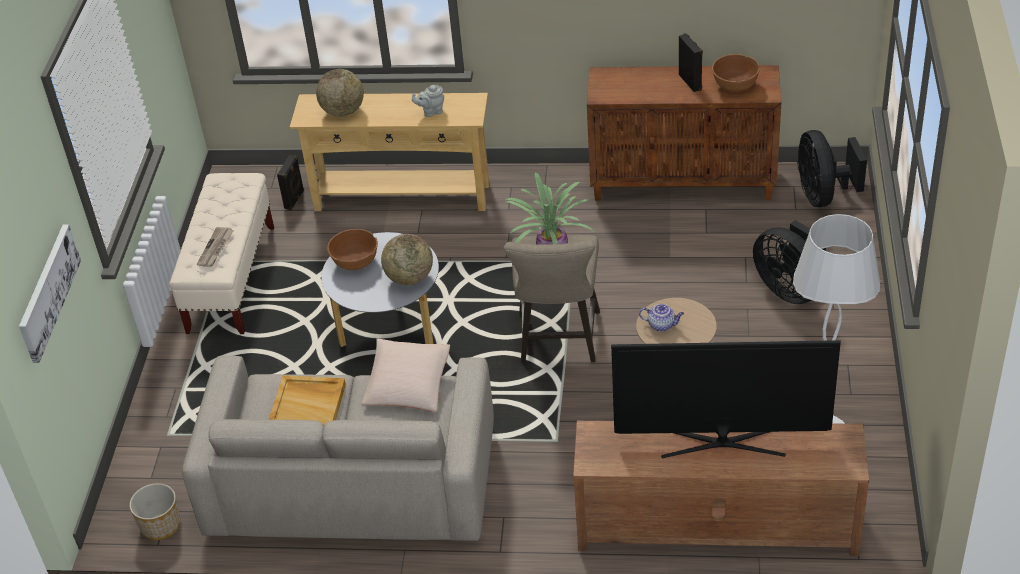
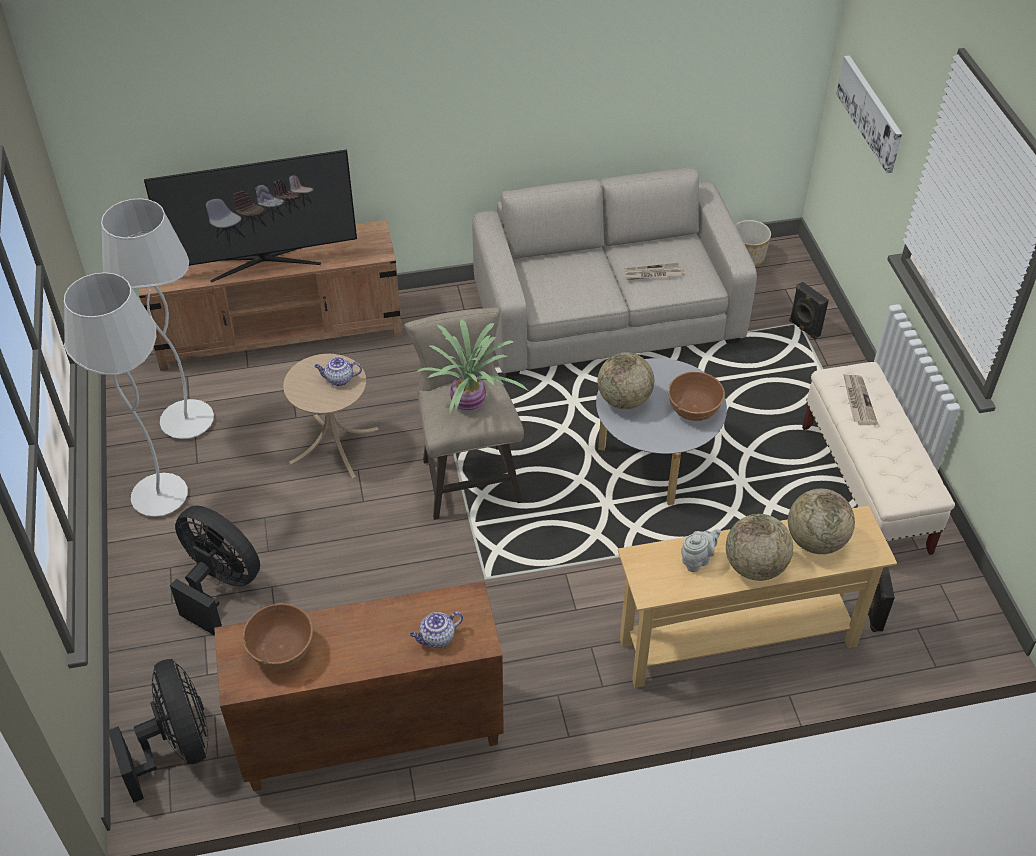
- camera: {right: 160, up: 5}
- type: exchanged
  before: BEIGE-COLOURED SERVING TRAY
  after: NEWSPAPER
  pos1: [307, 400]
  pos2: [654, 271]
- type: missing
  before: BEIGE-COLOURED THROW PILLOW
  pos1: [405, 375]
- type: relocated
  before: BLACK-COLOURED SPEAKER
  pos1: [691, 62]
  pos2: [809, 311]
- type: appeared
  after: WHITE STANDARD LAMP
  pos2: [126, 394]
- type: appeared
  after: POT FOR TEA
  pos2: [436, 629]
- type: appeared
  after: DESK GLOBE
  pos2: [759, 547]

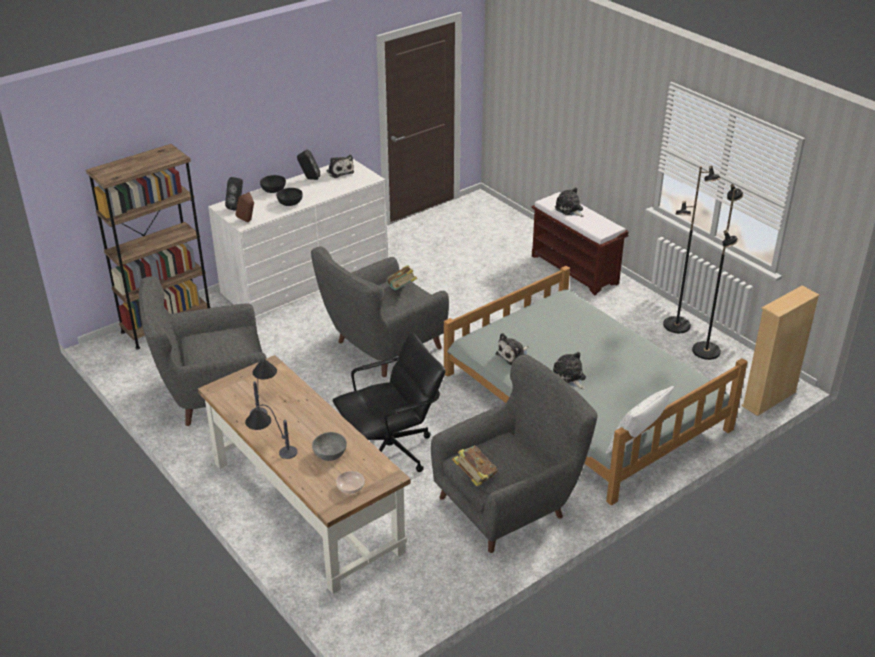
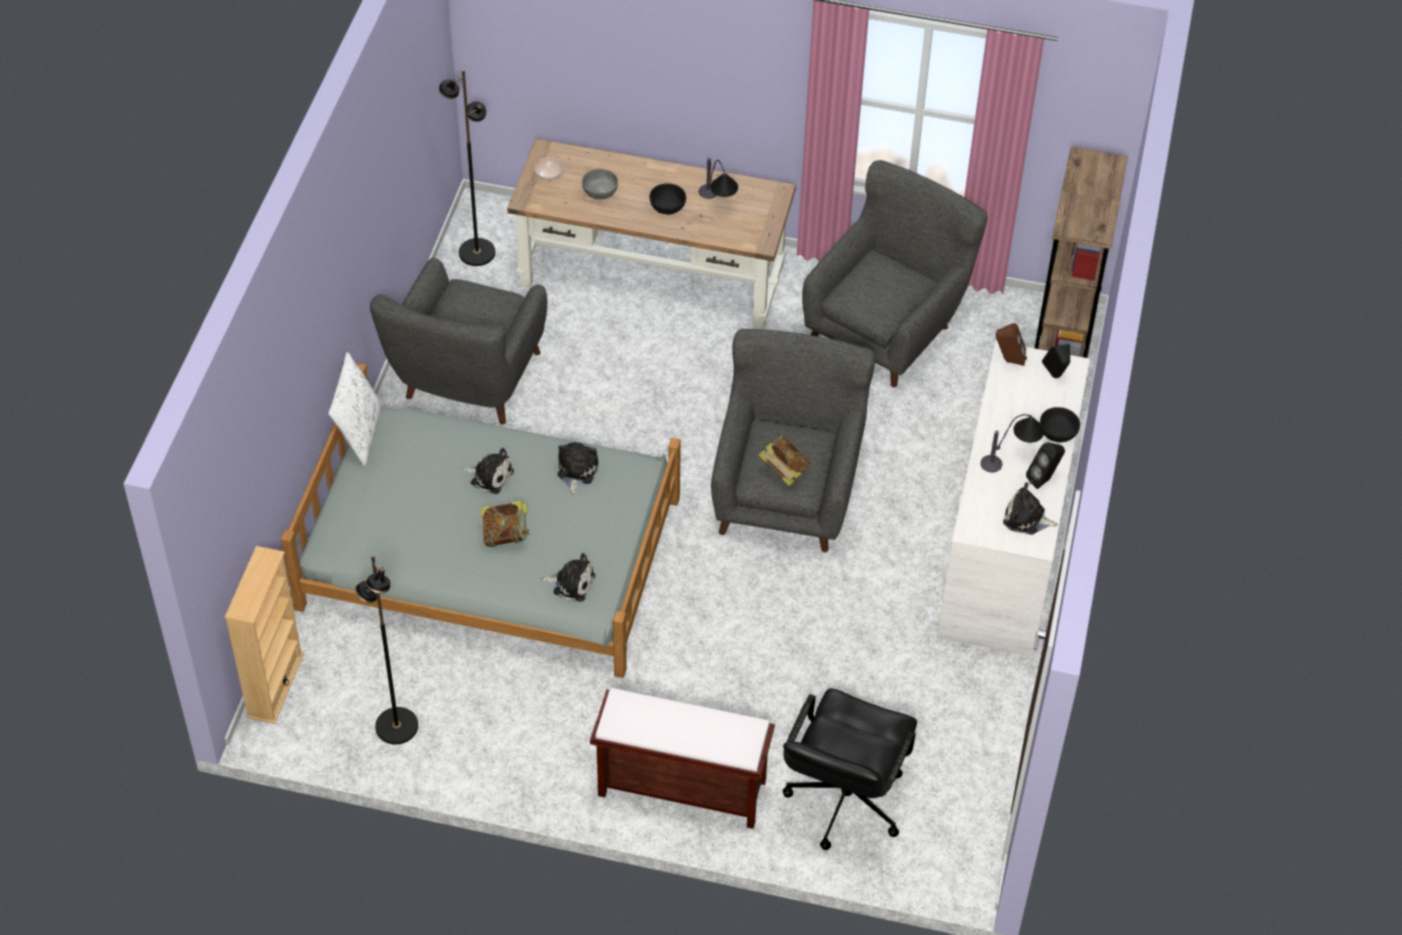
- camera: {right: 140, up: 15}
- type: relocated
  before: TABLE LAMP
  pos1: [271, 431]
  pos2: [1012, 443]
- type: relocated
  before: BLACK-COLOURED DEEP DISH
  pos1: [289, 197]
  pos2: [668, 199]
- type: relocated
  before: BLACK-COLOURED OFFICE CHAIR
  pos1: [389, 402]
  pos2: [850, 769]
- type: relocated
  before: VOLUME
  pos1: [475, 465]
  pos2: [505, 523]
- type: relocated
  before: SOFT TOY
  pos1: [569, 202]
  pos2: [568, 577]
- type: relocated
  before: BLACK-COLOURED STANDARD LAMP
  pos1: [691, 249]
  pos2: [467, 167]

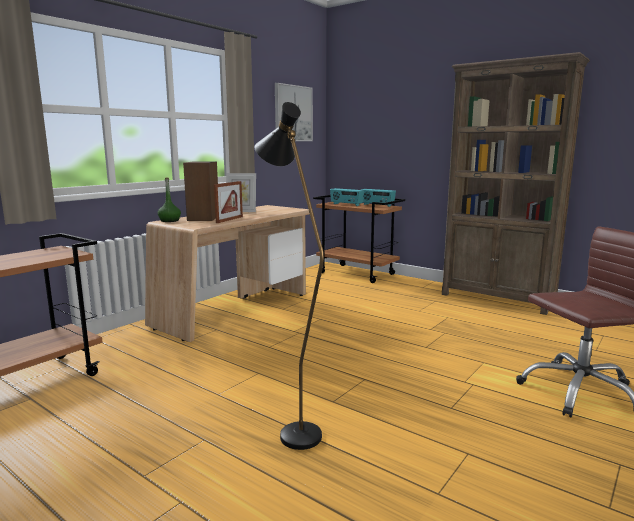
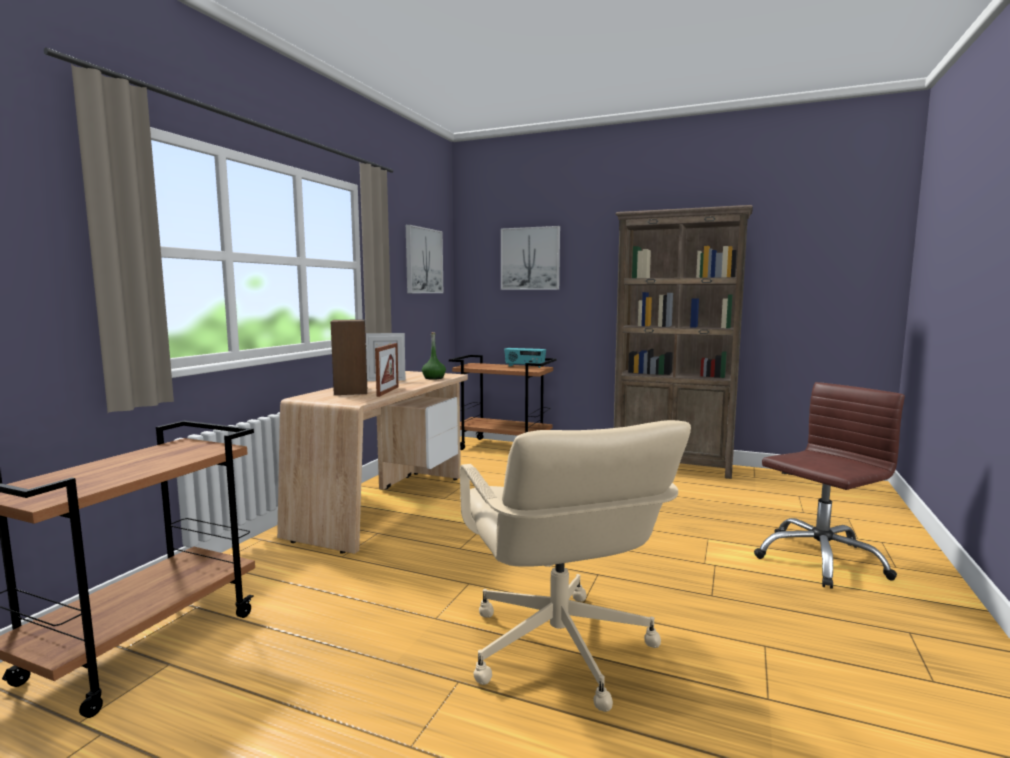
- camera: {right: -15, up: -5}
- type: relocated
  before: GREEN BOTTLE
  pos1: [169, 200]
  pos2: [434, 356]
- type: exchanged
  before: BLACK-COLOURED STANDARD LAMP
  after: BEIGE-COLOURED OFFICE CHAIR
  pos1: [289, 276]
  pos2: [575, 566]
- type: missing
  before: RADIO
  pos1: [347, 197]
- type: appeared
  after: WALL PICTURE
  pos2: [530, 258]

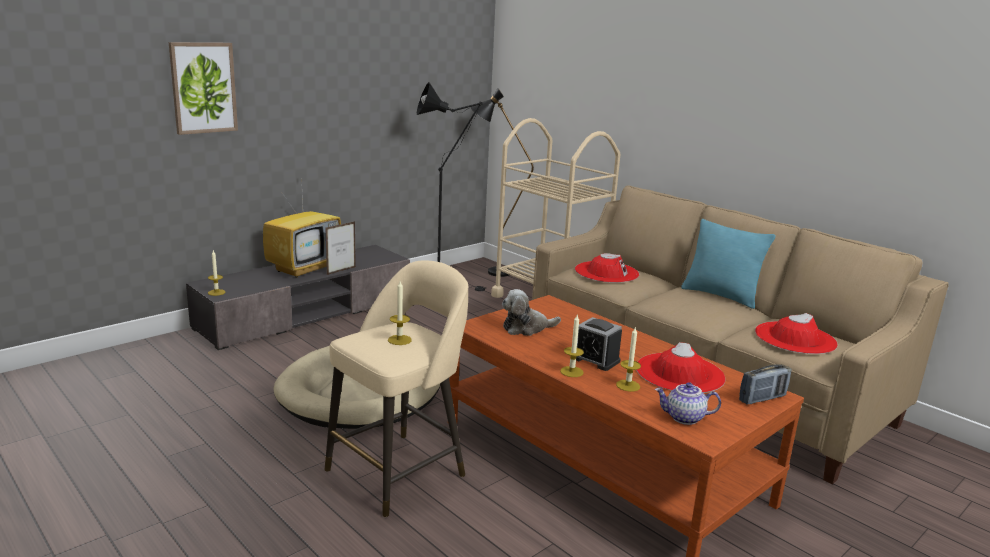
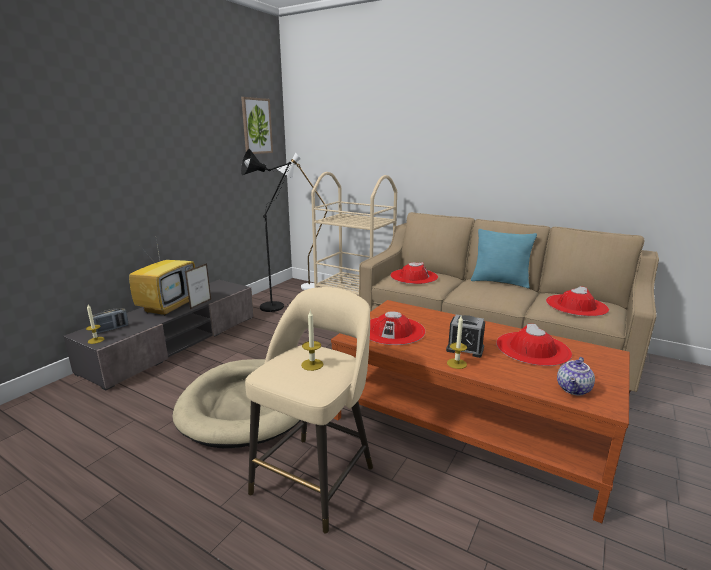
- camera: {right: -15, up: 0}
- type: relocated
  before: WALL PICTURE
  pos1: [203, 88]
  pos2: [257, 125]
- type: colour
  before: BLACK-COLOURED STANDARD LAMP
  after: WHITE STANDARD LAMP
  pos1: [502, 182]
  pos2: [301, 221]
- type: exchanged
  before: SOFT TOY
  after: RED HAT
  pos1: [531, 312]
  pos2: [398, 328]
- type: missing
  before: CANDLE
  pos1: [628, 359]
- type: spun
  before: POT FOR TEA
  pos1: [688, 403]
  pos2: [576, 376]
  turn: -45
- type: relocated
  before: RADIO
  pos1: [765, 384]
  pos2: [111, 321]

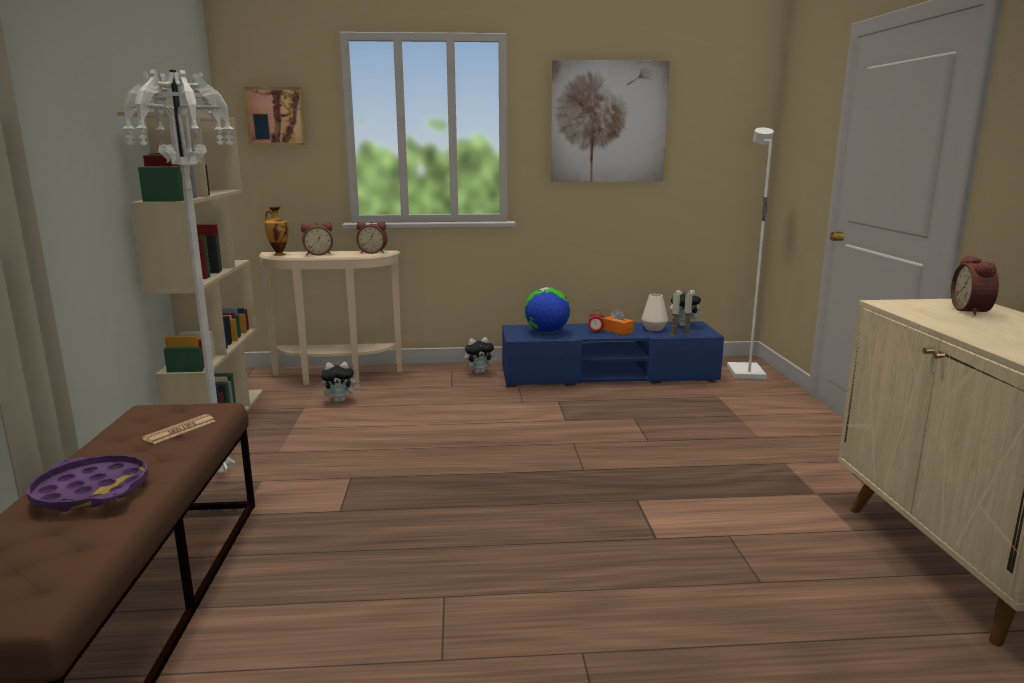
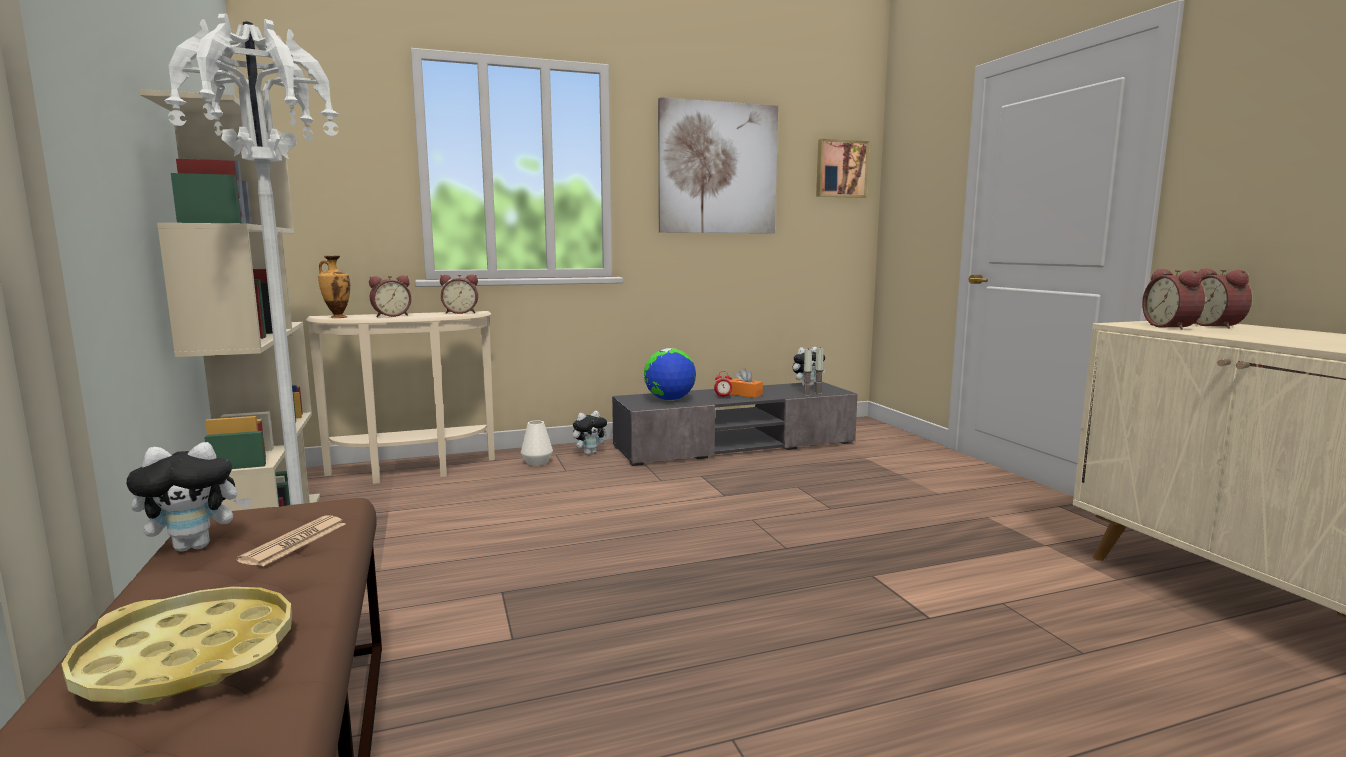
- camera: {right: -15, up: -5}
- type: colour
  before: PURPLISH SERVING TRAY
  after: YELLOW-COLOURED SERVING TRAY
  pos1: [87, 483]
  pos2: [177, 645]
- type: relocated
  before: WALL PICTURE
  pos1: [275, 116]
  pos2: [843, 168]
- type: relocated
  before: SOFT TOY
  pos1: [340, 382]
  pos2: [188, 497]
- type: colour
  before: BLUISH TV UNIT
  after: GRAY TV UNIT
  pos1: [613, 354]
  pos2: [735, 424]
- type: relocated
  before: WHITE VASE
  pos1: [654, 312]
  pos2: [537, 443]
- type: missing
  before: WHITE STANDARD LAMP
  pos1: [750, 253]
- type: appeared
  after: ALARM CLOCK
  pos2: [1173, 299]

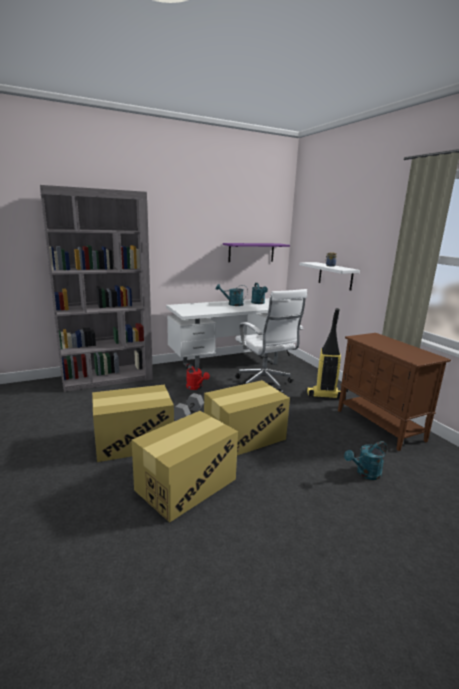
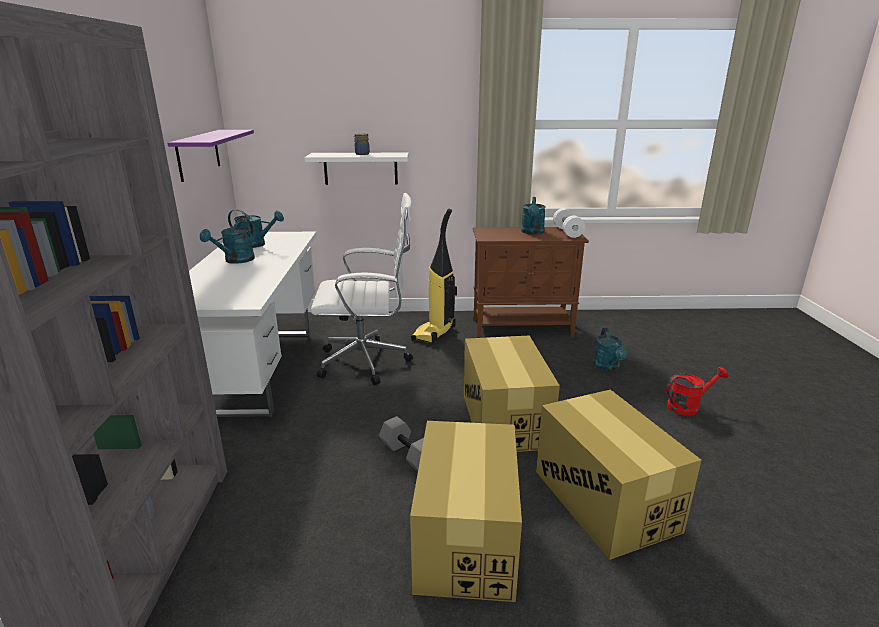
- camera: {right: -65, up: 5}
- type: relocated
  before: RED SPRINKLING CAN
  pos1: [198, 377]
  pos2: [697, 391]
- type: appeared
  after: TURQUOISE SPRINKLING CAN
  pos2: [533, 216]
- type: appeared
  after: WHITE DUMBBELL
  pos2: [569, 223]

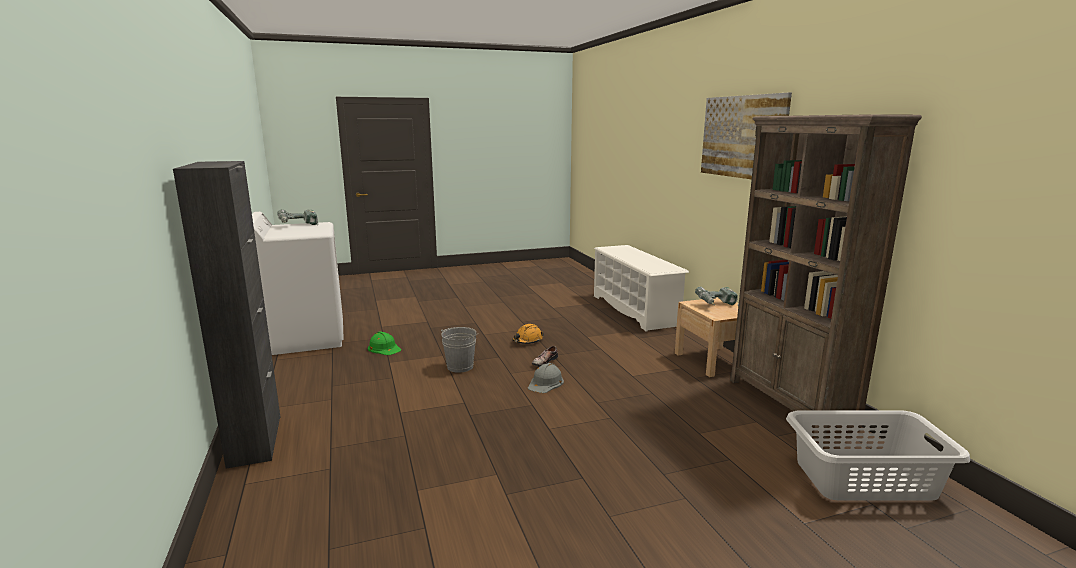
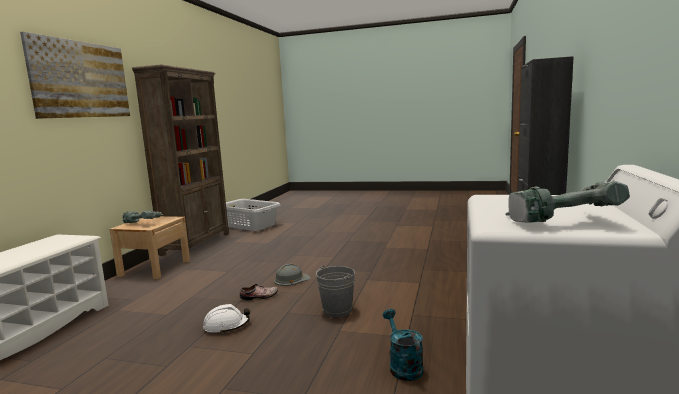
- camera: {right: -145, up: -5}
- type: exchanged
  before: GREEN WORK HELMET
  after: TURQUOISE SPRINKLING CAN
  pos1: [384, 343]
  pos2: [403, 345]
- type: colour
  before: ORANGE WORK HELMET
  after: WHITE WORK HELMET
  pos1: [528, 334]
  pos2: [226, 319]

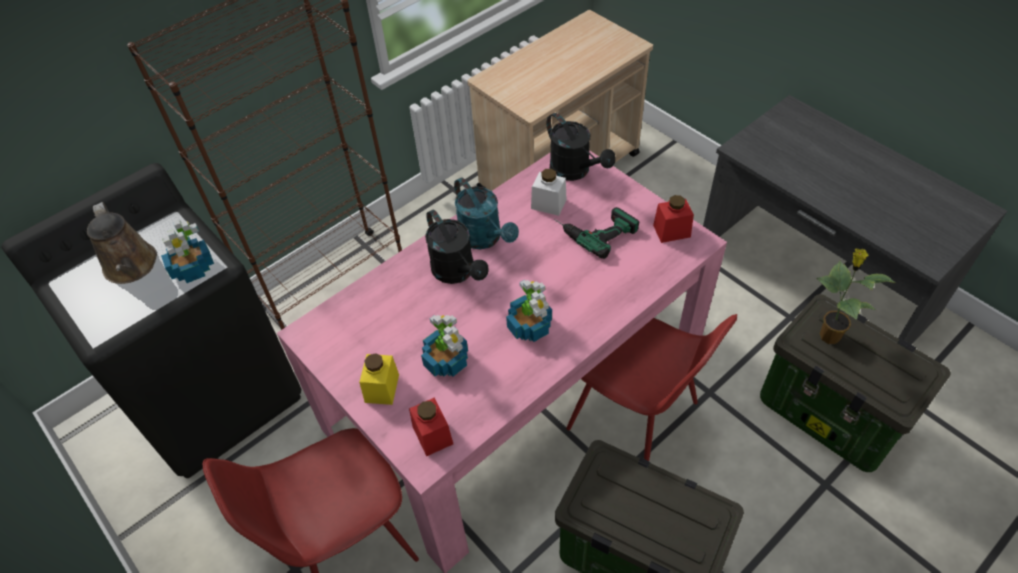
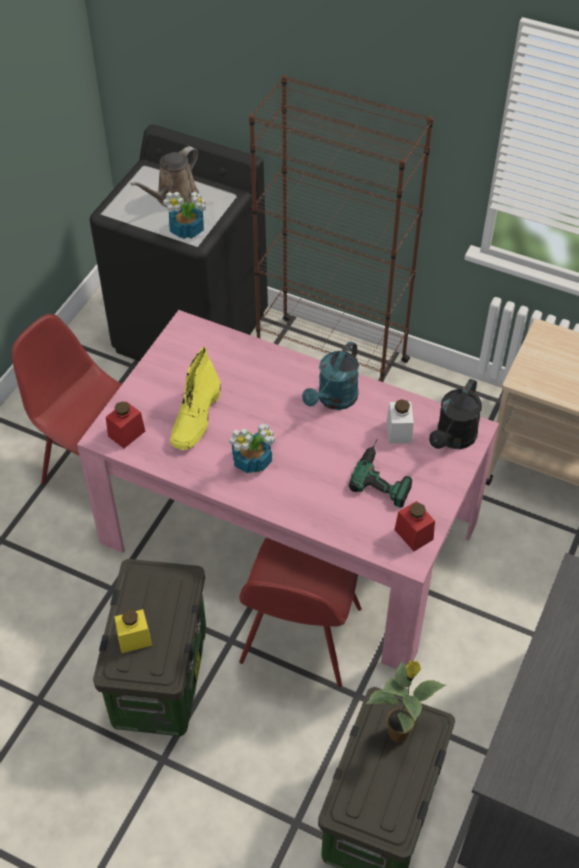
- camera: {right: 65, up: 0}
- type: relocated
  before: YELLOW-COLOURED PRESERVE JAR
  pos1: [379, 379]
  pos2: [133, 631]
- type: exchanged
  before: POTTED PLANT
  after: YELLOW-COLOURED HIGH-TOP BOOT
  pos1: [444, 346]
  pos2: [195, 398]
- type: missing
  before: BLACK-COLOURED SPRINKLING CAN
  pos1: [457, 247]

